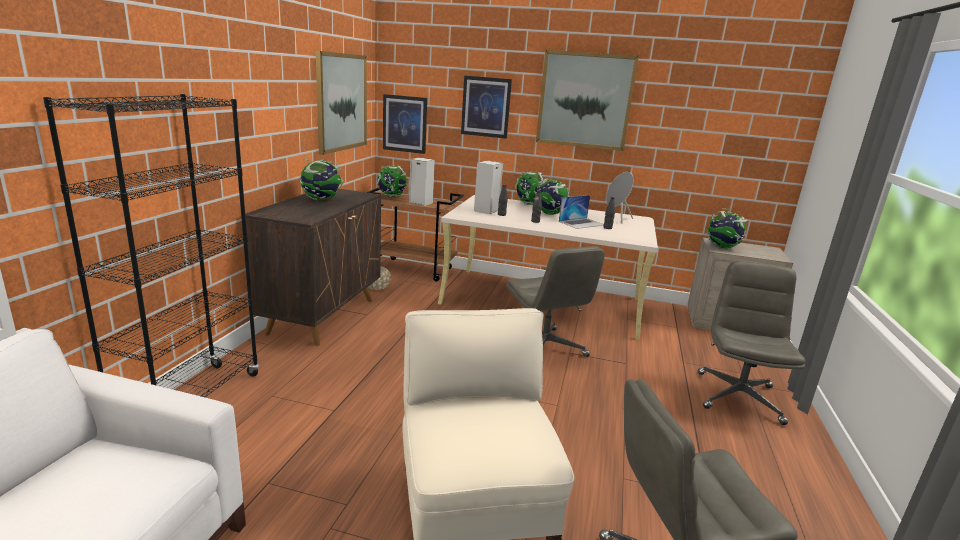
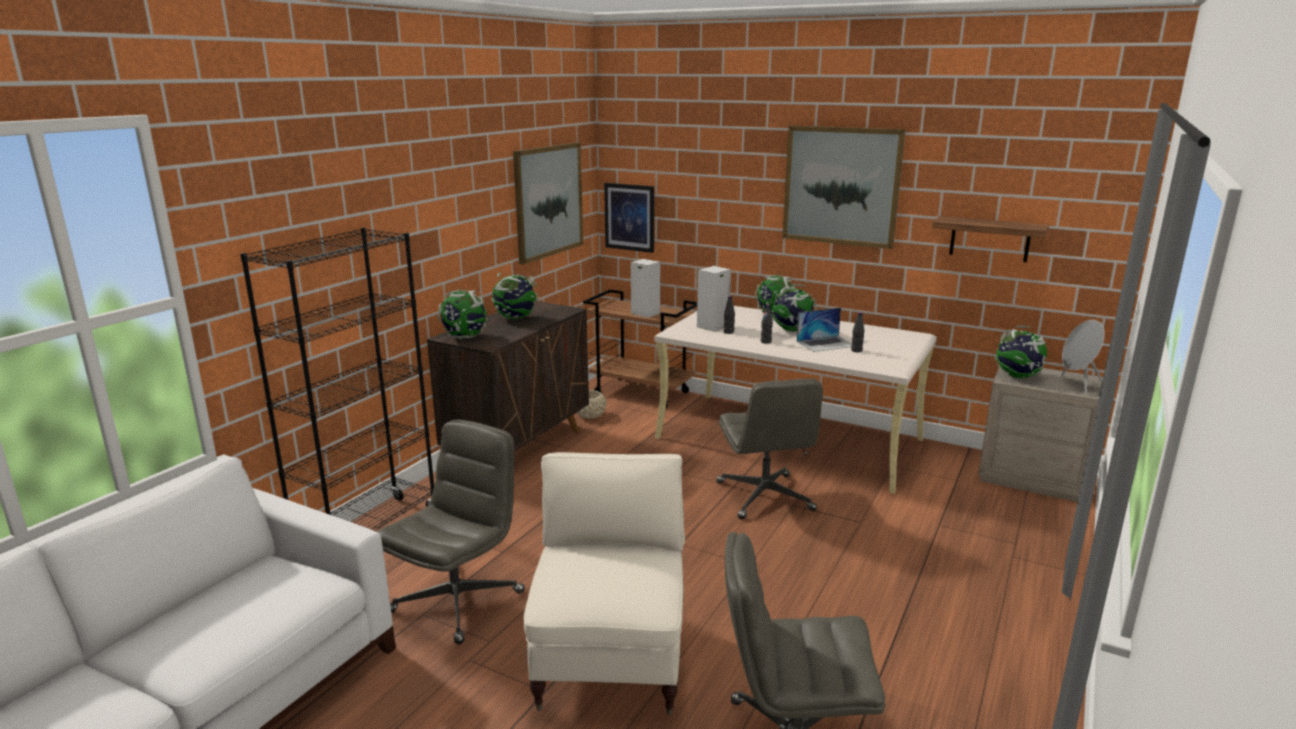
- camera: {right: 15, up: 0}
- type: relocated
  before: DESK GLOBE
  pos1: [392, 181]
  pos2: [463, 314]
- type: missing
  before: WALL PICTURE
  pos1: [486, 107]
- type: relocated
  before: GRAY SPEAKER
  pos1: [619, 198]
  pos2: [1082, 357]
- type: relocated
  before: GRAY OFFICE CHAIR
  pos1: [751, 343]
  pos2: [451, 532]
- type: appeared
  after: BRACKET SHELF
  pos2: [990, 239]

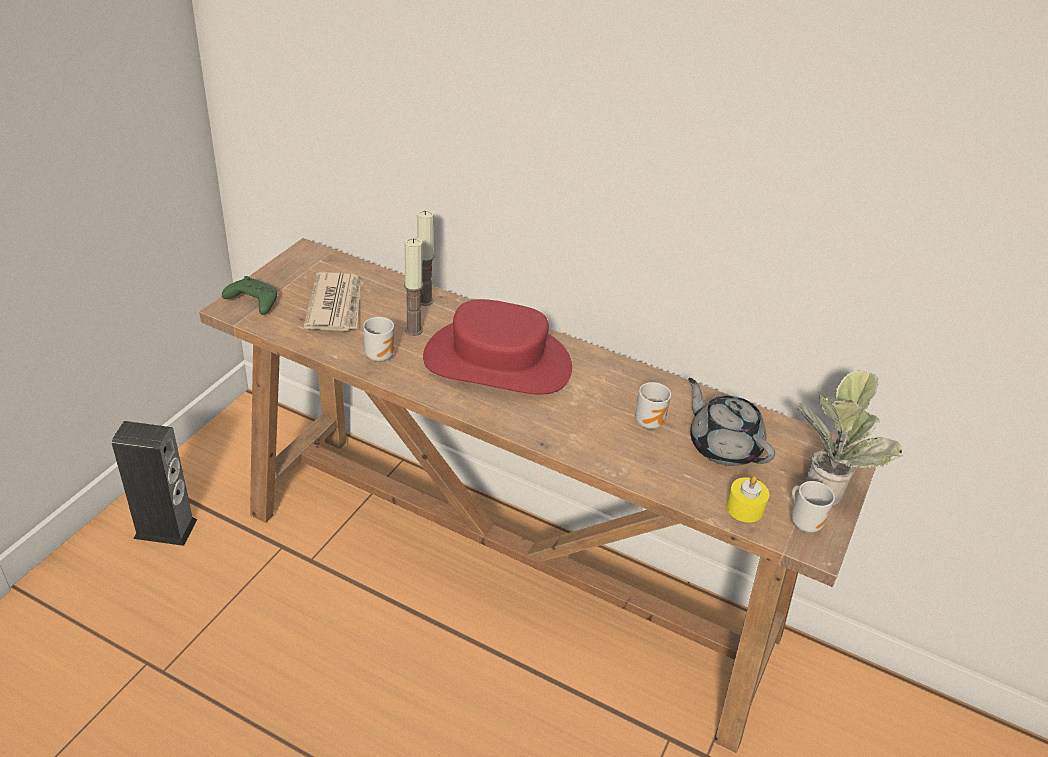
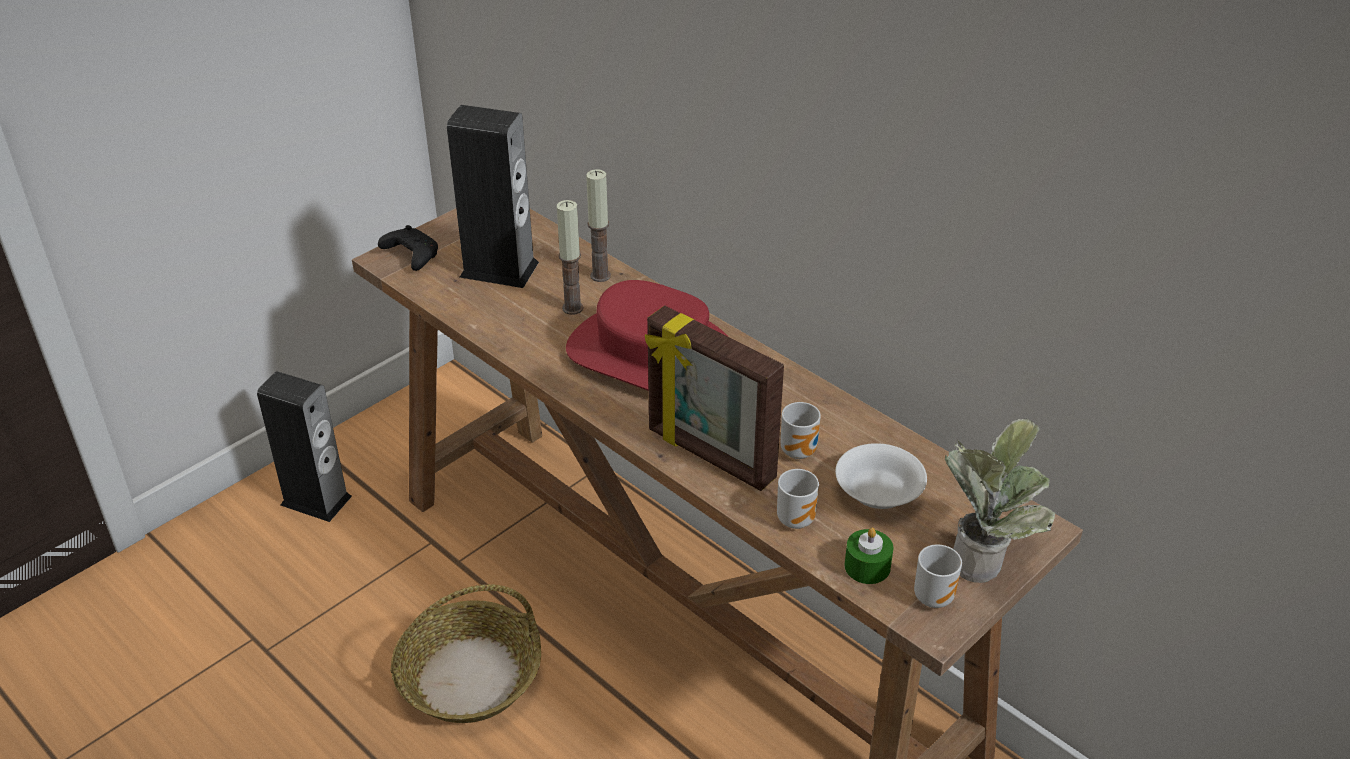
- camera: {right: 20, up: 0}
- type: colour
  before: GREEN GAME CONTROLLER
  after: BLACK-COLOURED GAME CONTROLLER
  pos1: [249, 295]
  pos2: [408, 248]
- type: exchanged
  before: NEWSPAPER
  after: SPEAKER
  pos1: [332, 301]
  pos2: [493, 196]
- type: relocated
  before: MUG
  pos1: [378, 339]
  pos2: [798, 499]
- type: exchanged
  before: GRAY POT FOR TEA
  after: WHITE DEEP DISH
  pos1: [731, 422]
  pos2: [881, 476]
- type: colour
  before: YELLOW-COLOURED CANDLE
  after: GREEN CANDLE
  pos1: [747, 499]
  pos2: [869, 556]
- type: appeared
  after: BASKET
  pos2: [465, 653]
- type: appeared
  after: STANDING FRAME
  pos2: [714, 398]

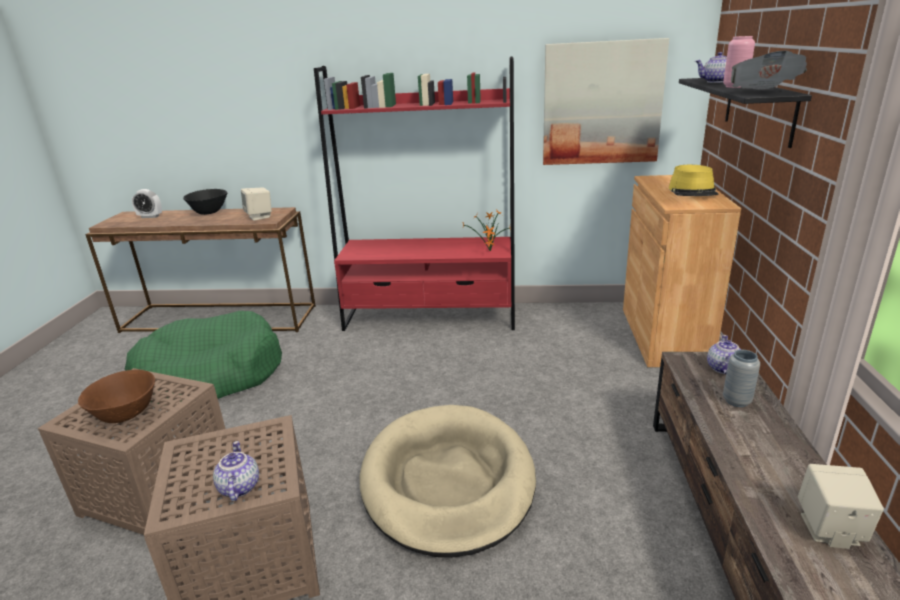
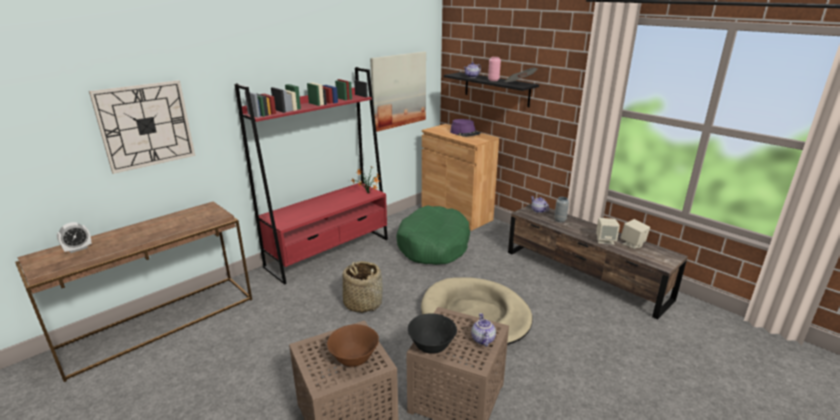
- camera: {right: -50, up: 0}
- type: relocated
  before: GREEN PET BED
  pos1: [203, 358]
  pos2: [433, 235]
- type: relocated
  before: BLACK-COLOURED DEEP DISH
  pos1: [205, 202]
  pos2: [432, 333]
- type: spun
  before: POT FOR TEA
  pos1: [236, 471]
  pos2: [483, 330]
  turn: 60
- type: relocated
  before: BEIGE-COLOURED SPEAKER
  pos1: [256, 204]
  pos2: [608, 231]
- type: colour
  before: YELLOW-COLOURED HAT
  after: PURPLISH HAT
  pos1: [693, 180]
  pos2: [465, 128]
- type: appeared
  after: WALL CLOCK
  pos2: [142, 127]
- type: appeared
  after: BASKET
  pos2: [363, 287]

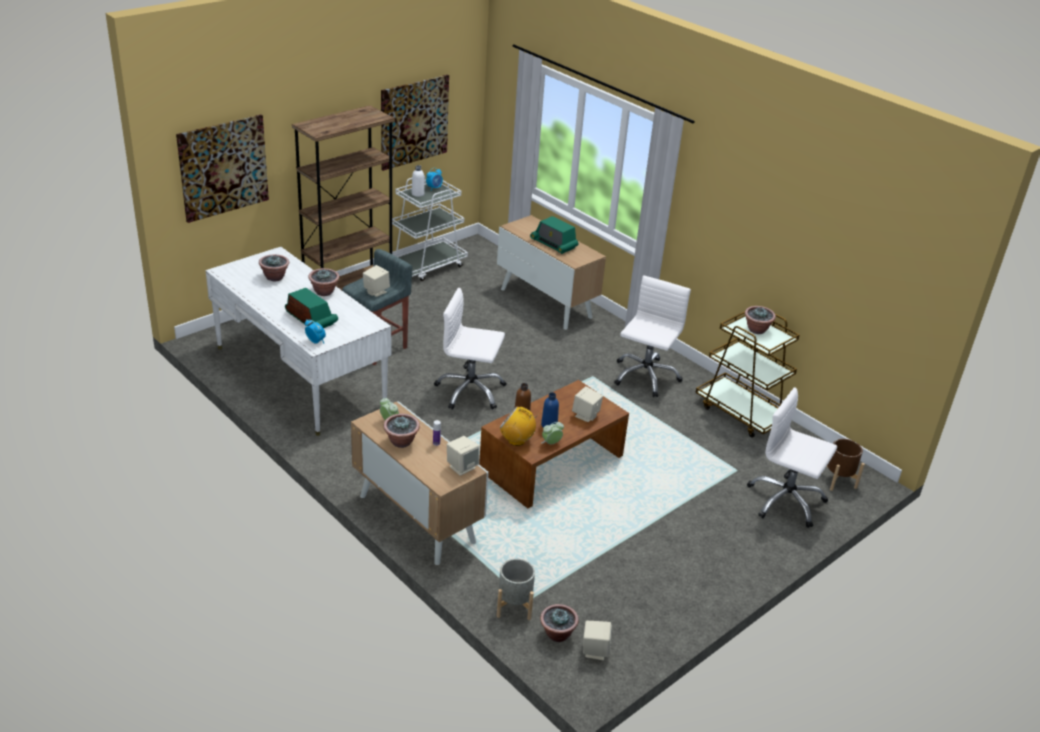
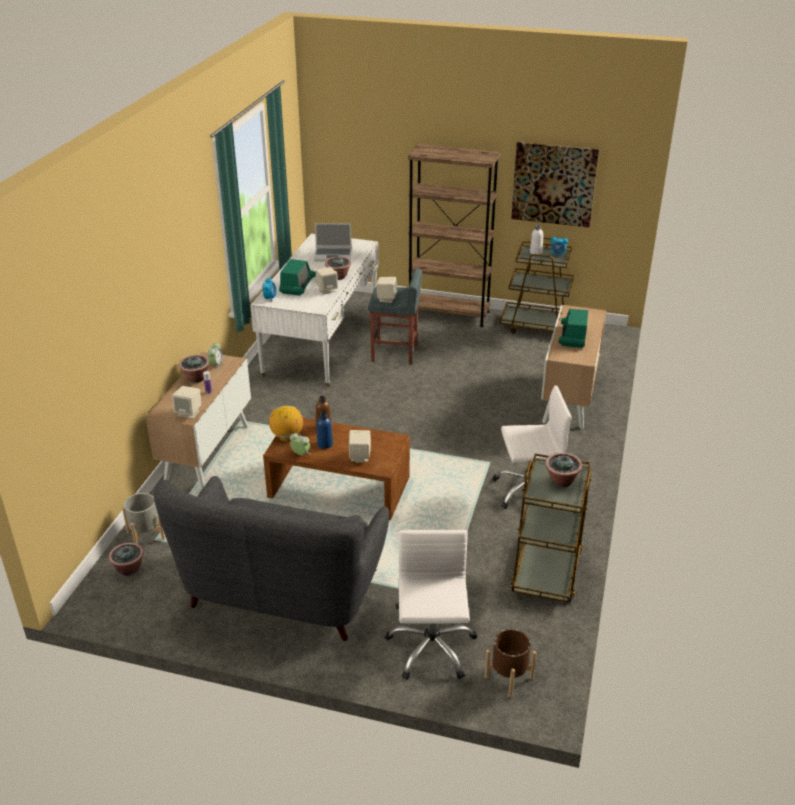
- camera: {right: 60, up: 0}
- type: missing
  before: WALL PICTURE
  pos1: [222, 168]
- type: exchanged
  before: POTTED PLANT
  after: NOTEBOOK COMPUTER
  pos1: [274, 267]
  pos2: [333, 242]
- type: colour
  before: WHITE TROLLEY
  after: BROWN-COLOURED TROLLEY
  pos1: [430, 228]
  pos2: [537, 285]
- type: missing
  before: WHITE OFFICE CHAIR
  pos1: [470, 349]
- type: relocated
  before: BEIGE-COLOURED SPEAKER
  pos1: [597, 640]
  pos2: [326, 280]
- type: appeared
  after: GRAY COUCH
  pos2: [271, 558]

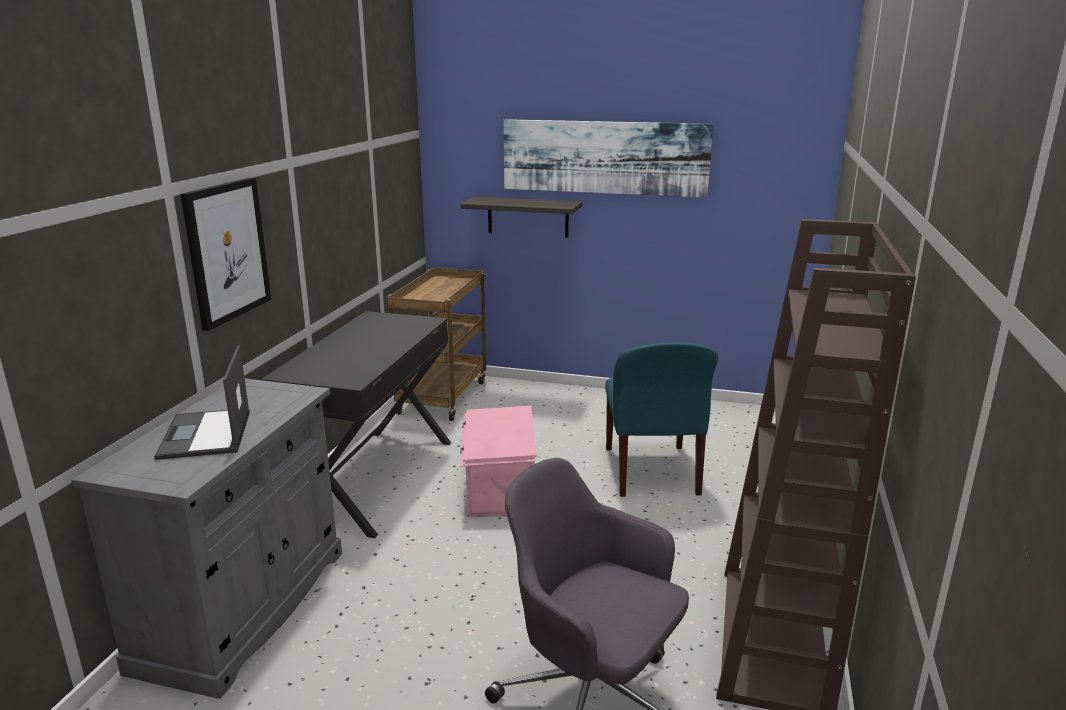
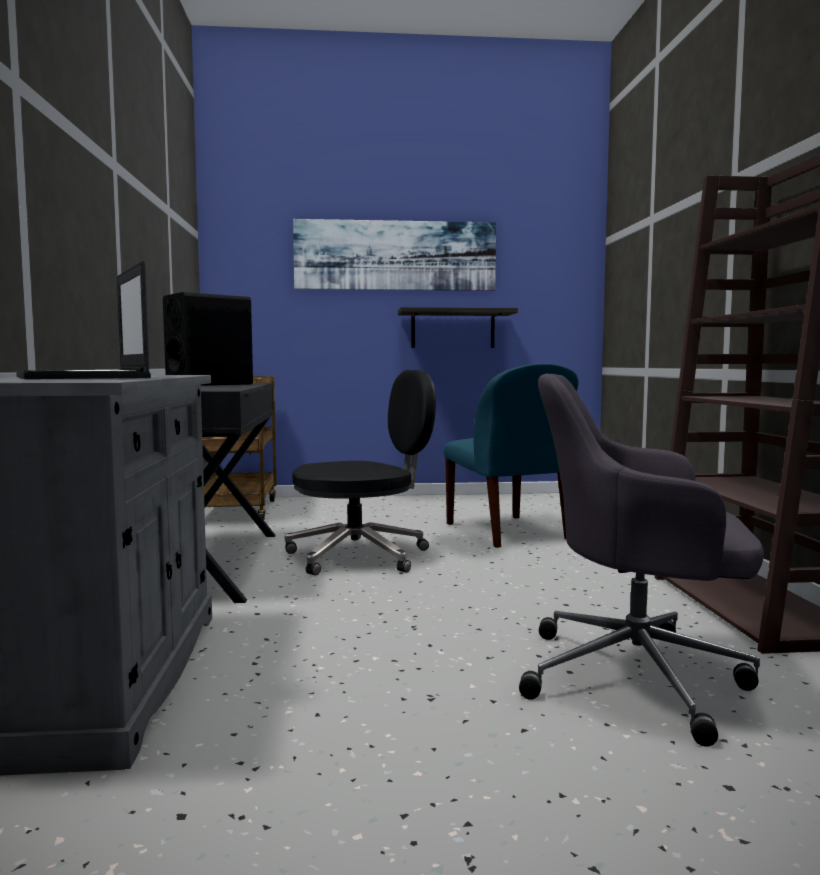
- camera: {right: -20, up: -15}
- type: missing
  before: WALL PICTURE
  pos1: [226, 254]
- type: exchanged
  before: PINK STORAGE BOX
  after: BLACK-COLOURED OFFICE CHAIR
  pos1: [498, 461]
  pos2: [360, 473]
- type: relocated
  before: BRACKET SHELF
  pos1: [522, 217]
  pos2: [458, 327]
- type: appeared
  after: BLACK-COLOURED SPEAKER
  pos2: [208, 339]

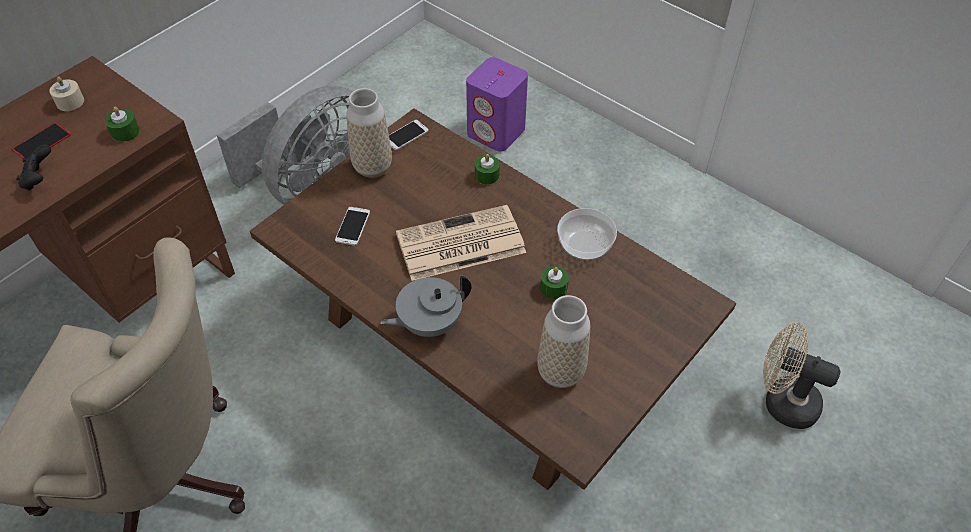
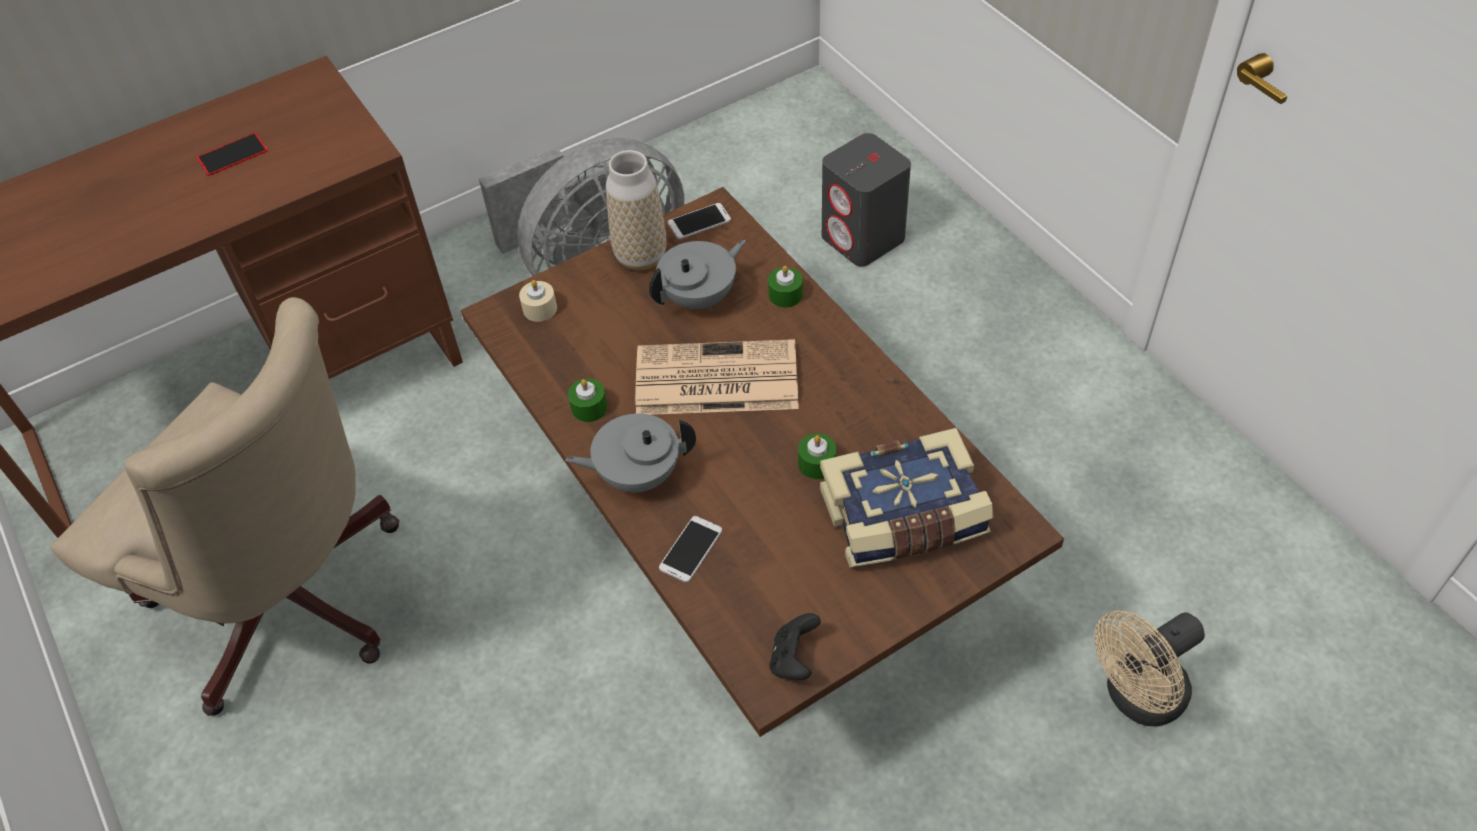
- camera: {right: 20, up: 0}
- type: relocated
  before: BLACK-COLOURED GAME CONTROLLER
  pos1: [33, 168]
  pos2: [795, 646]
- type: relocated
  before: BEIGE-COLOURED CANDLE
  pos1: [66, 93]
  pos2: [538, 301]
- type: relocated
  before: GREEN CANDLE
  pos1: [122, 124]
  pos2: [587, 400]
- type: relocated
  before: PHONE
  pos1: [352, 226]
  pos2: [690, 549]
- type: colour
  before: PURPLISH SPEAKER
  after: GRAY SPEAKER
  pos1: [497, 104]
  pos2: [866, 200]
- type: missing
  before: VASE
  pos1: [563, 341]
- type: missing
  before: DEEP DISH
  pos1: [587, 234]
- type: spun
  before: BEIGE-COLOURED FAN
  pos1: [802, 375]
  pos2: [1149, 668]
  turn: -75
- type: appeared
  after: GRAY POT FOR TEA
  pos2: [697, 275]
- type: appeared
  after: VOLUME
  pos2: [907, 498]

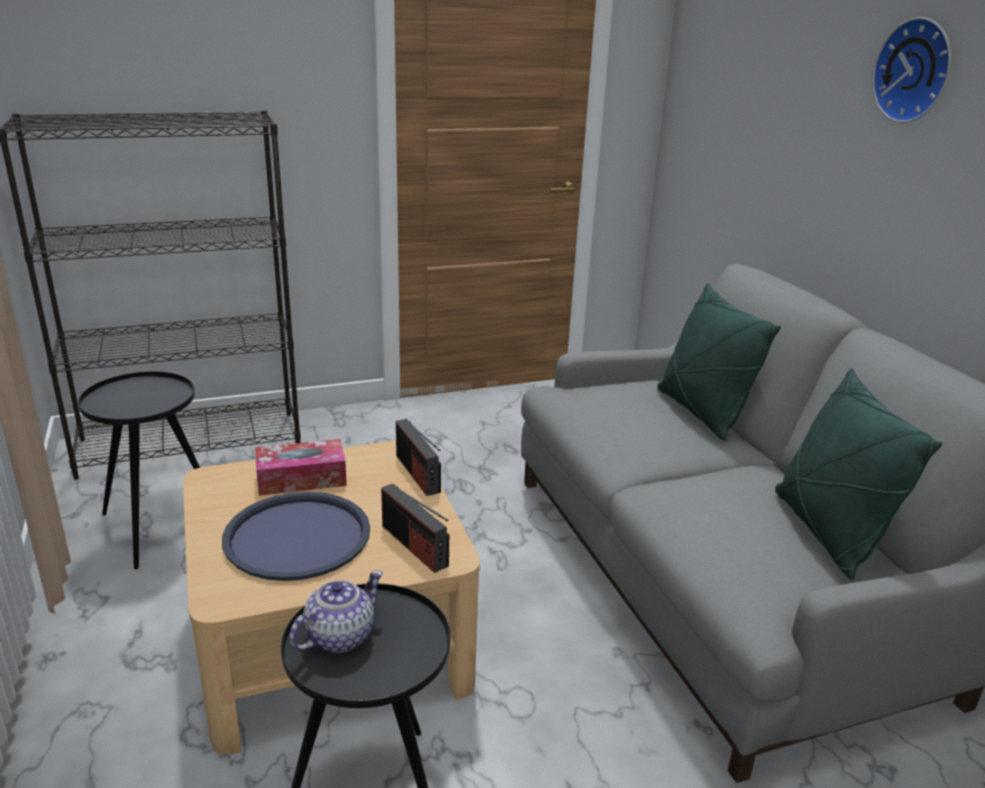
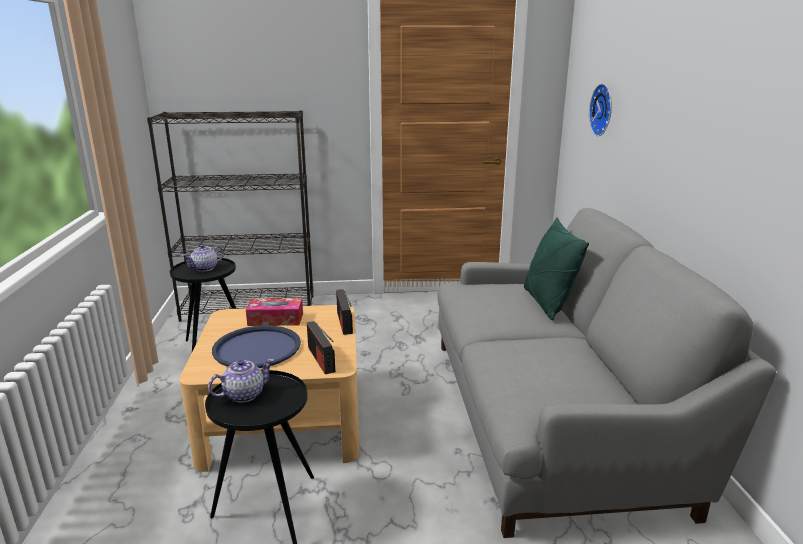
- camera: {right: 15, up: -5}
- type: missing
  before: GREEN THROW PILLOW
  pos1: [858, 474]
- type: relocated
  before: WALL CLOCK
  pos1: [911, 70]
  pos2: [600, 109]
- type: appeared
  after: POT FOR TEA
  pos2: [203, 258]

